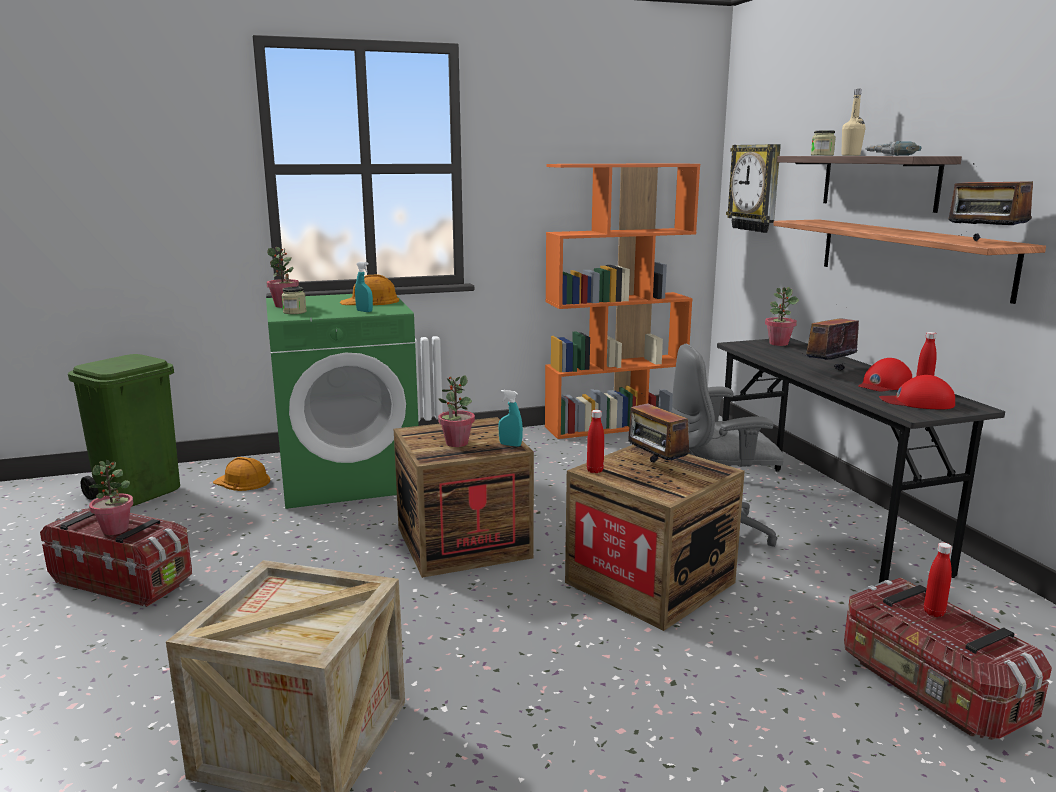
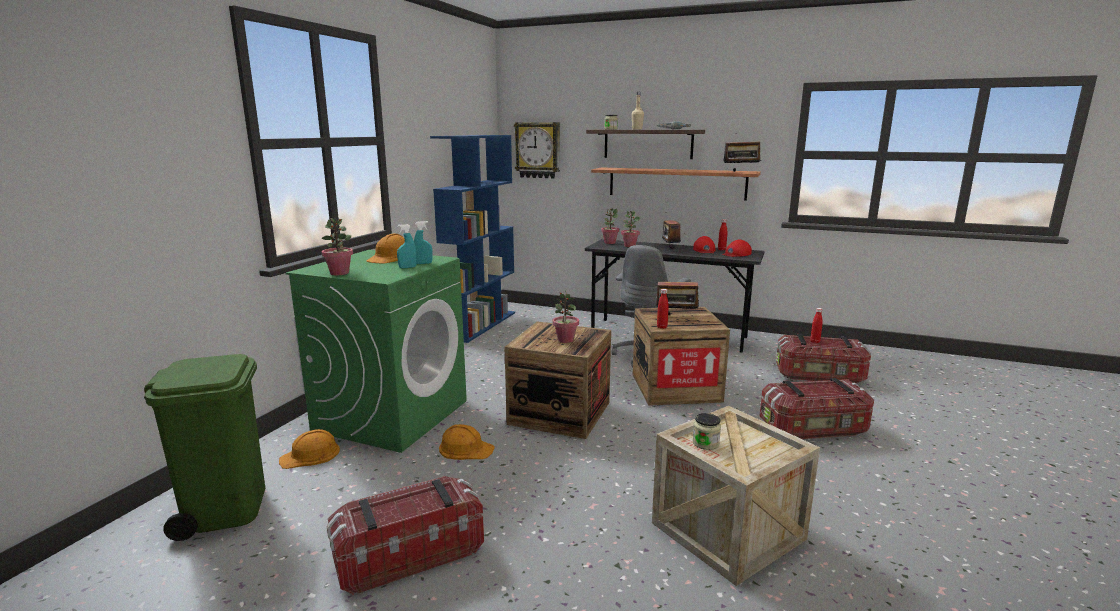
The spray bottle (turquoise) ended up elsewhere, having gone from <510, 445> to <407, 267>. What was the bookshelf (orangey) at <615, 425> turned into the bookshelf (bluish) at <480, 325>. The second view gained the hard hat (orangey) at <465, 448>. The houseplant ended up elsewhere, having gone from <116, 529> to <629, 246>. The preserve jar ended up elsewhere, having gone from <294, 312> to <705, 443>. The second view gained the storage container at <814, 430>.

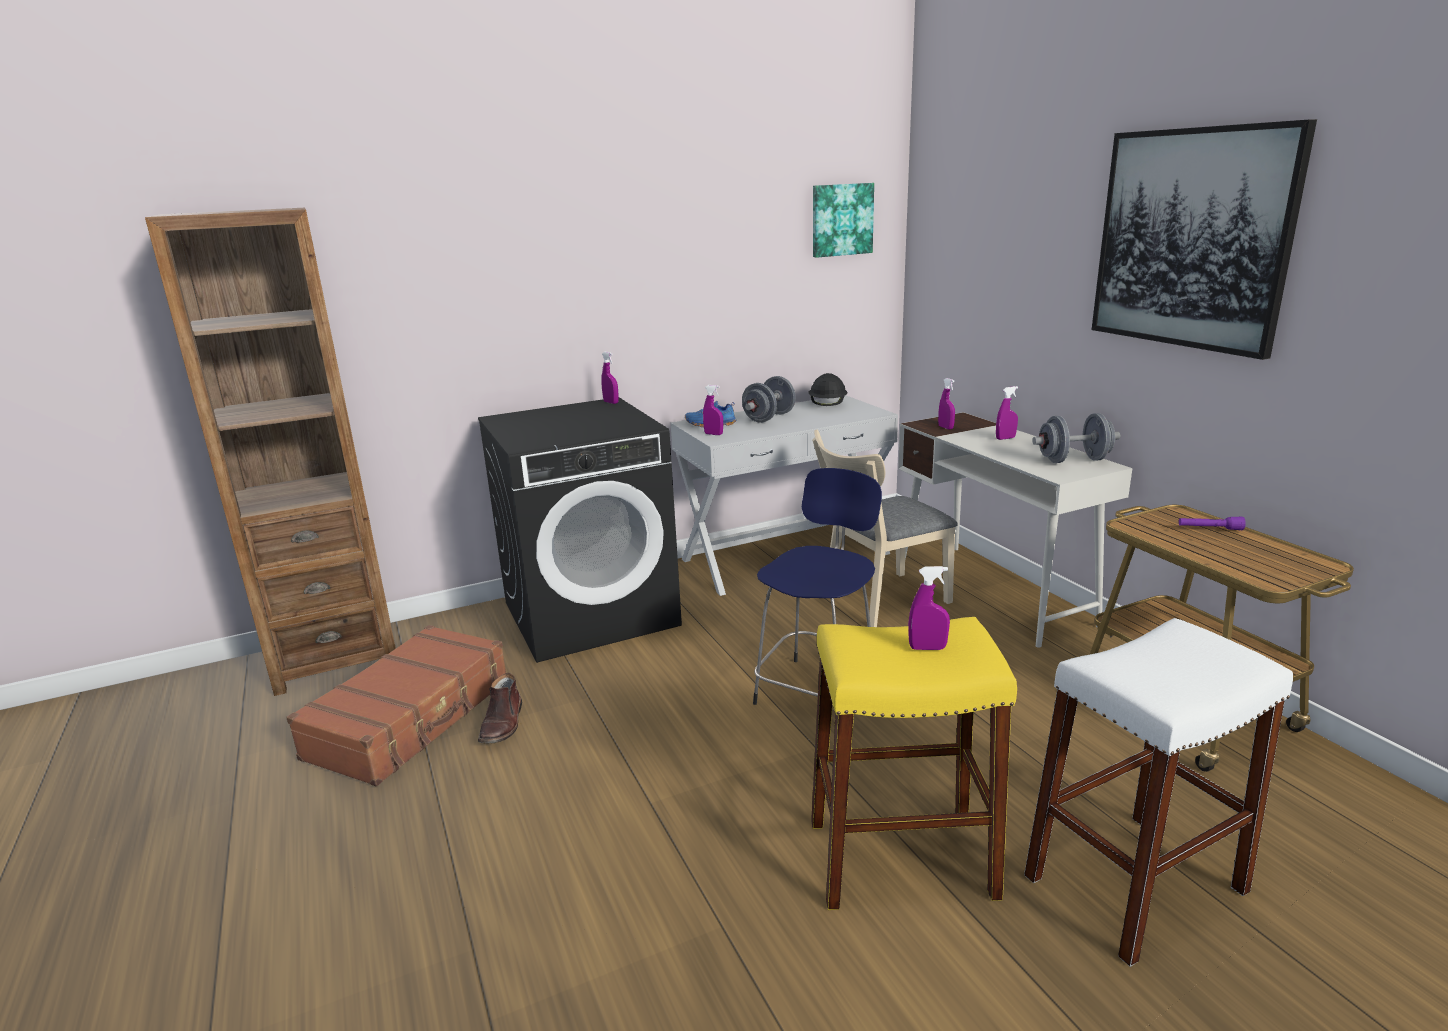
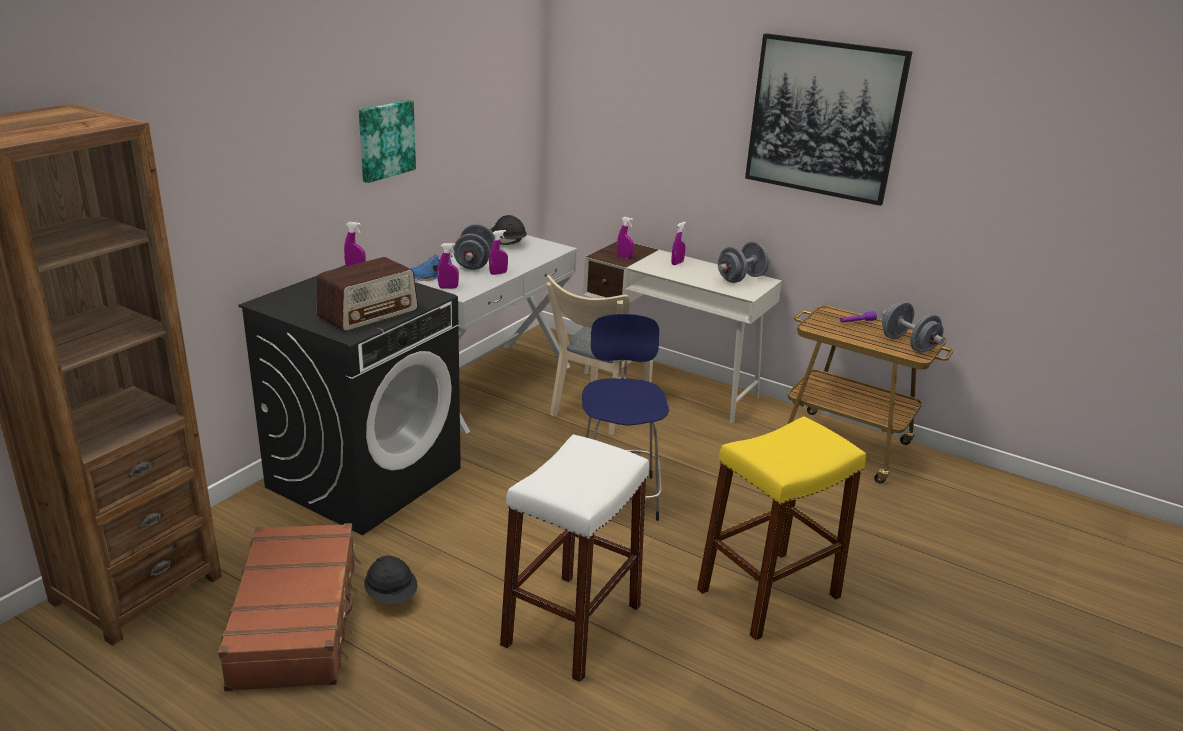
The second view gained the radio set at <369, 313>. The picture ended up elsewhere, having gone from <841, 220> to <385, 140>. Where the high-top boot (brown-coloured) stood at <503, 724>, the hard hat (blackish) came to stand at <392, 596>. The spray bottle (purplish) ended up elsewhere, having gone from <927, 648> to <498, 273>. The stool seat (white) ended up elsewhere, having gone from <1135, 883> to <572, 625>. The second view gained the hand weight (gray) at <908, 344>.

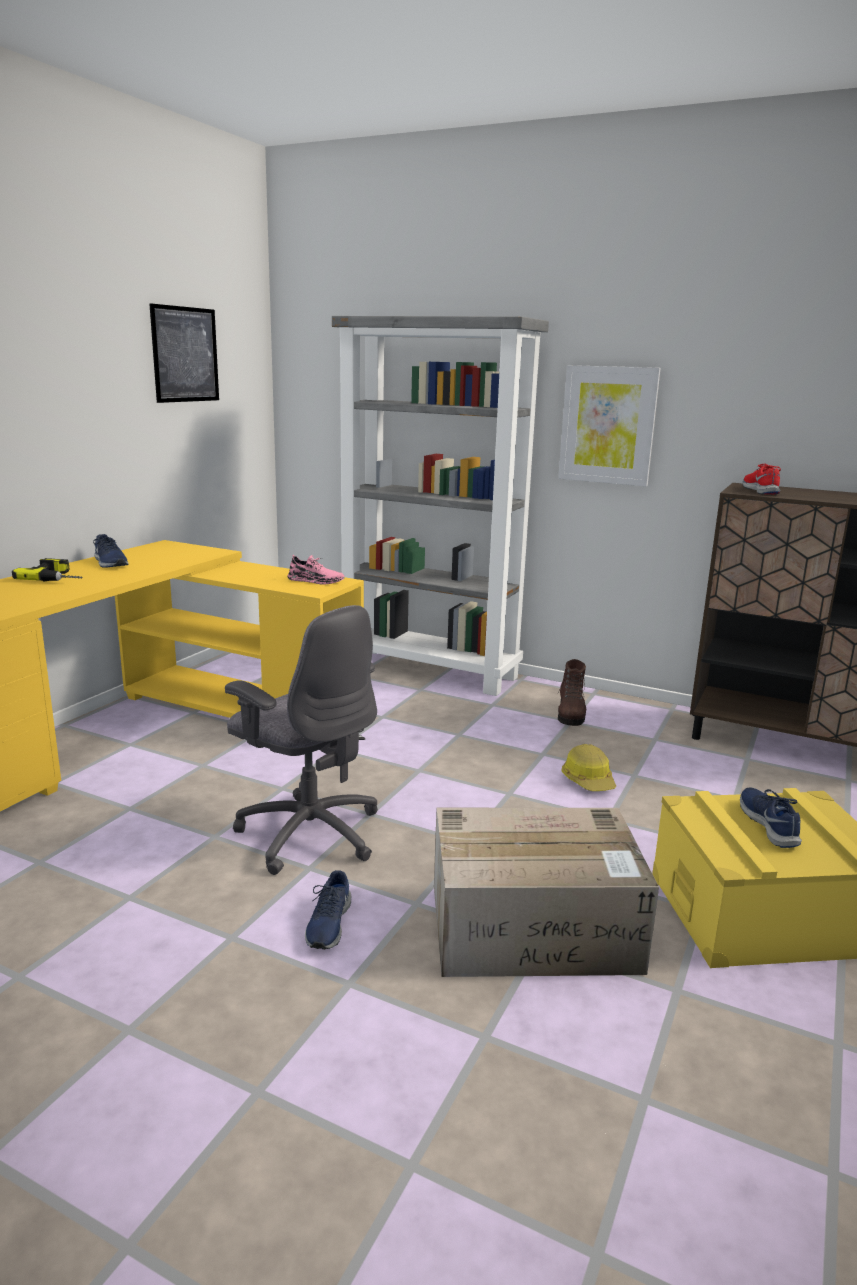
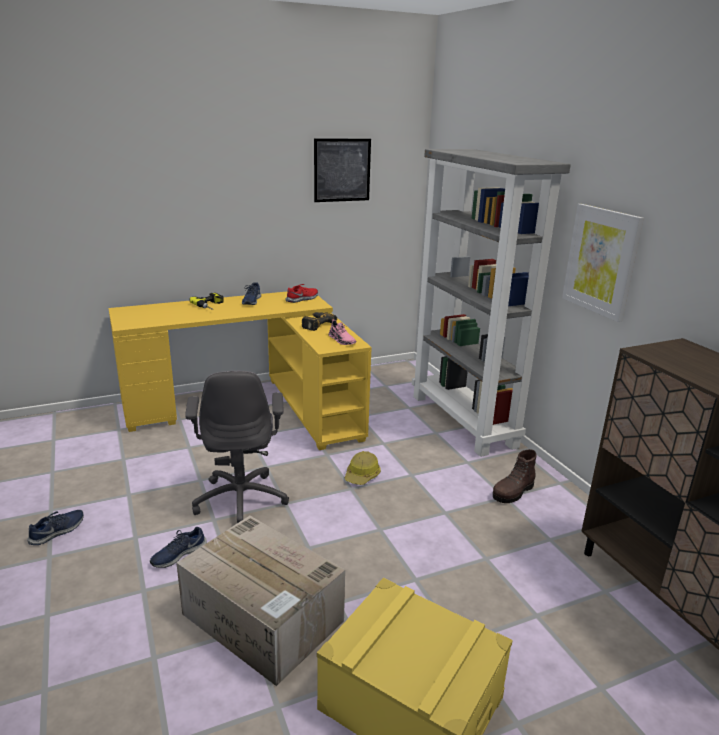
The shoe (bluish) ended up elsewhere, having gone from <769, 824> to <58, 531>. The shoe (red) ended up elsewhere, having gone from <761, 490> to <302, 299>. The second view gained the drill at <315, 324>. The hard hat ended up elsewhere, having gone from <589, 780> to <362, 475>.

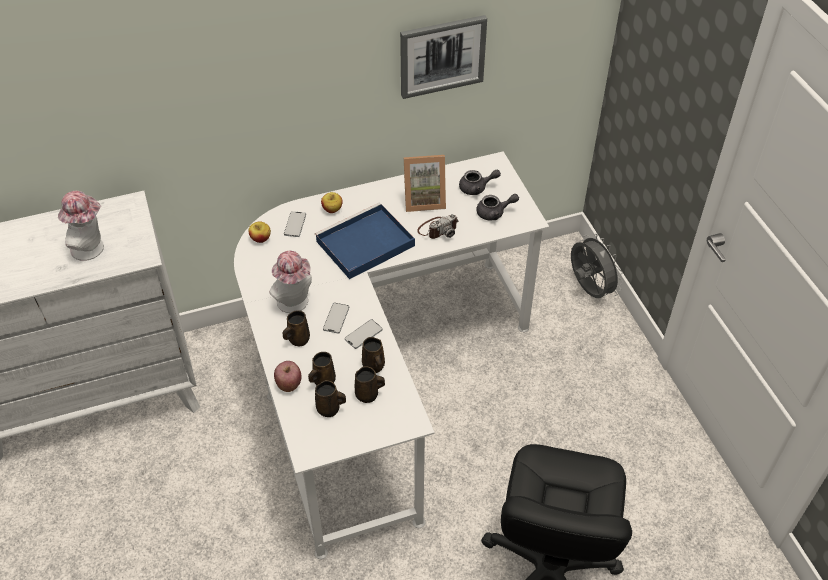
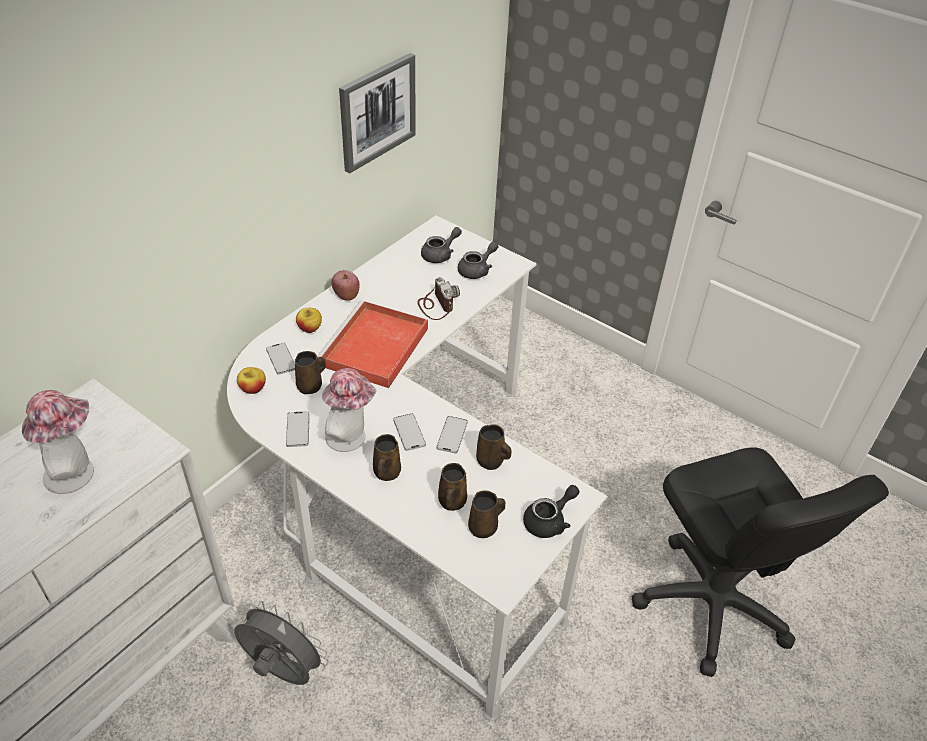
The electric fan (gray) ended up elsewhere, having gone from <588, 290> to <282, 671>. The second view gained the handset at <298, 430>. The mug (brown-coloured) ended up elsewhere, having gone from <368, 395> to <311, 386>. What was the carrying tray (bluish) at <364, 244> turned into the carrying tray (red) at <374, 349>. The apple fruit ended up elsewhere, having gone from <289, 384> to <346, 295>. The still camera at <438, 229> ended up facing another way, 45 degrees counterclockwise from before. The second view gained the pot for tea (blackish) at <549, 521>. The second view lost the picture frame at <423, 199>.

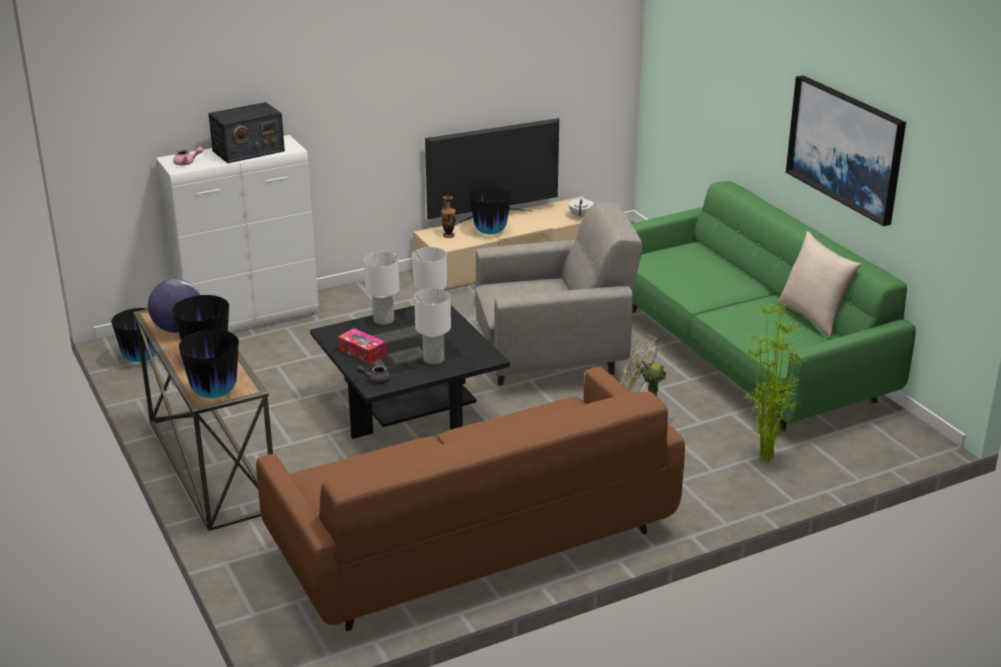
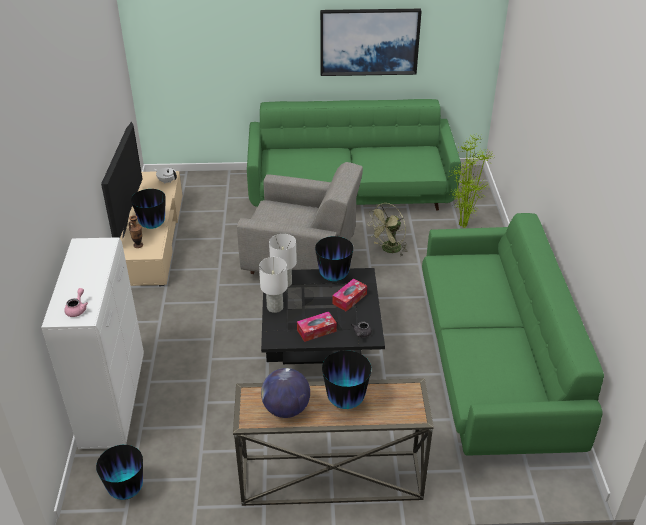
The easy chair (gray) at <554, 359> ended up facing another way, 90 degrees clockwise from before. The flower vase ended up elsewhere, having gone from <214, 394> to <334, 277>. Where the lamp for a table (white) stood at <434, 359>, the tissue box came to stand at <349, 299>. What was the sofa (brown-coloured) at <471, 540> turned into the sofa (green) at <492, 364>. The second view lost the radio set at <248, 151>. The second view lost the throw pillow (beige-coloured) at <813, 317>.

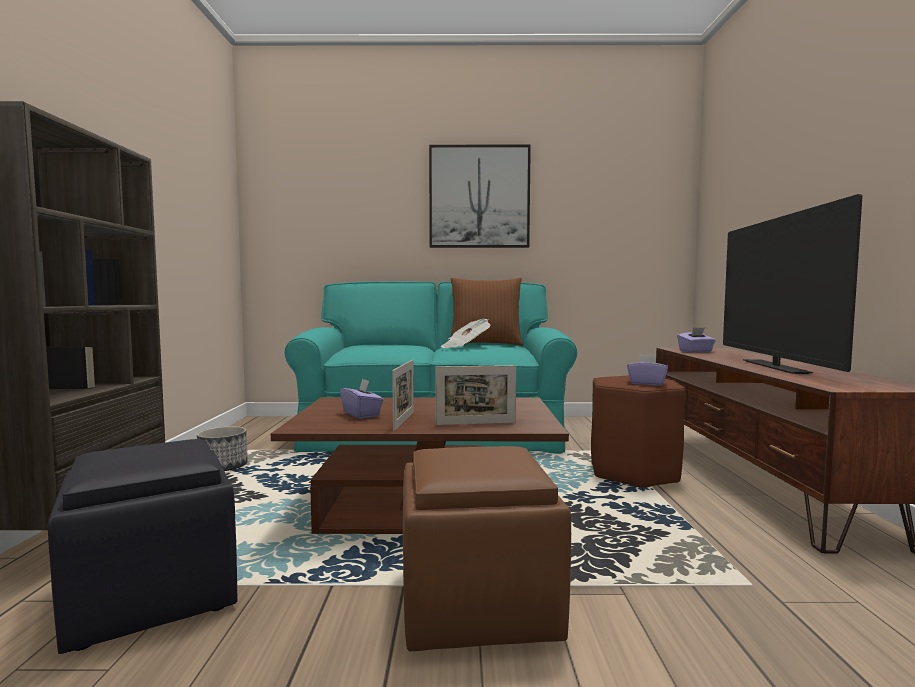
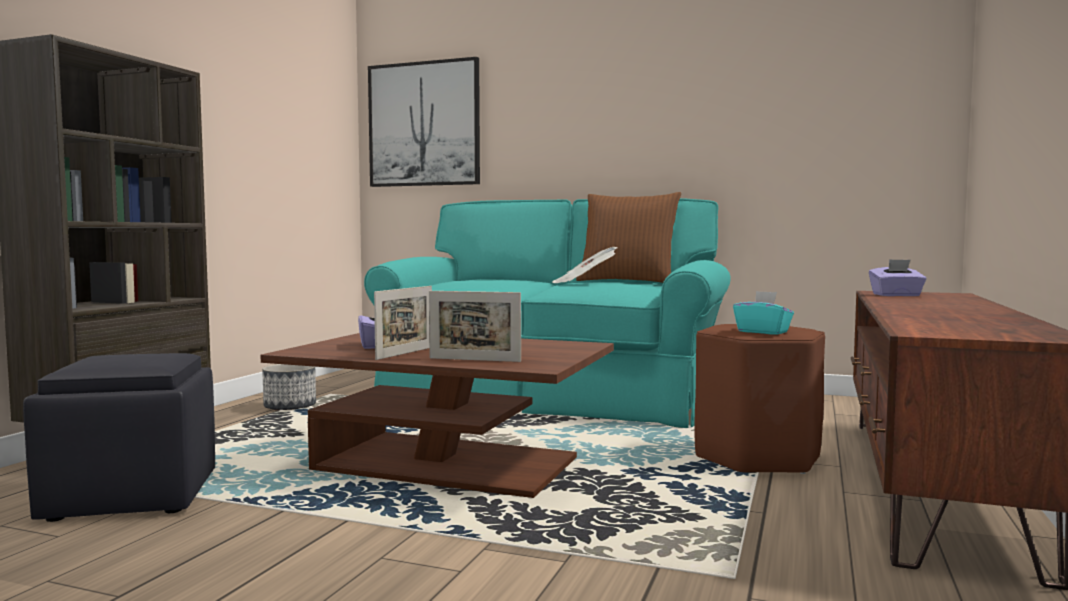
The picture ended up elsewhere, having gone from <479, 197> to <424, 124>. What was the tissue box (purplish) at <646, 383> turned into the tissue box (turquoise) at <763, 332>. The second view lost the pouffe (brown-coloured) at <476, 606>. The second view lost the TV at <774, 367>.

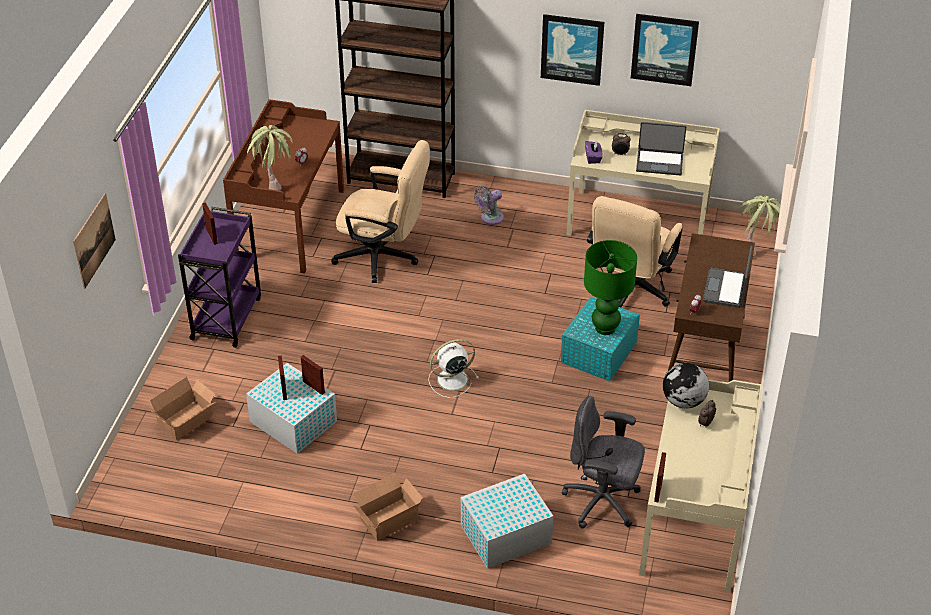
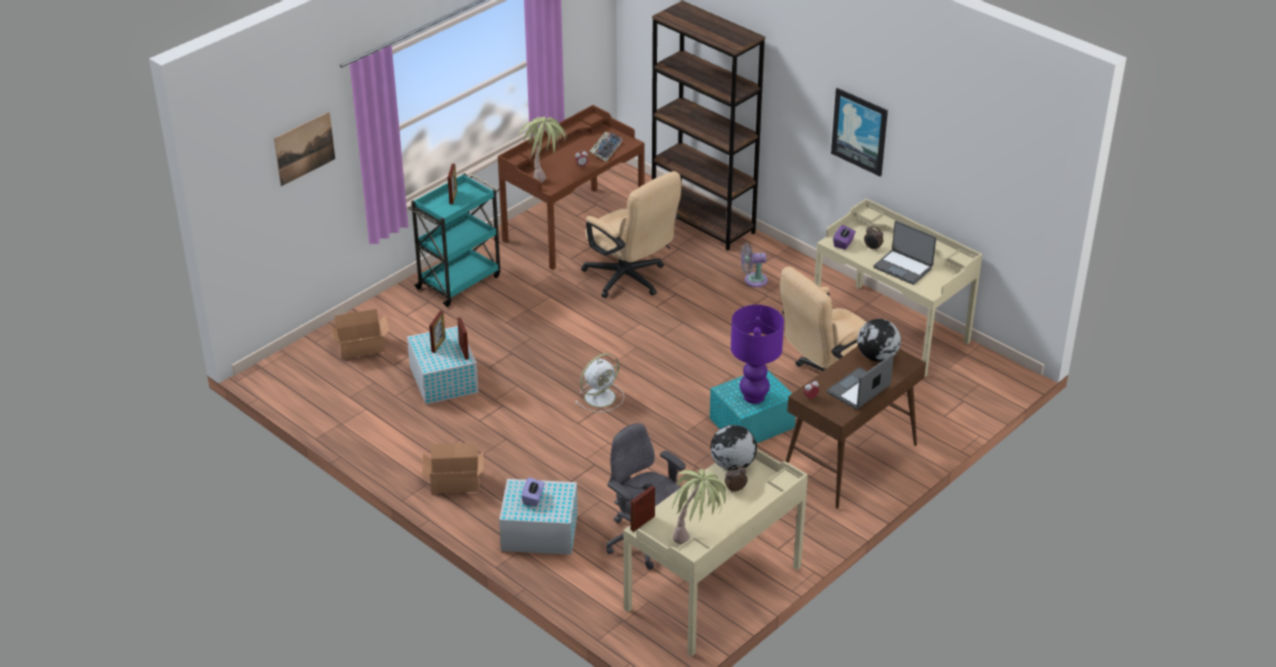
What was the wheeled cart (purplish) at <227, 317> turned into the wheeled cart (turquoise) at <460, 281>. The second view gained the tissue box (purplish) at <533, 498>. The electric fan (white) at <451, 380> ended up facing another way, 135 degrees clockwise from before. The second view gained the PC keyboard at <606, 149>. The houseplant ended up elsewhere, having gone from <756, 248> to <698, 535>. What was the lamp for a table (green) at <605, 328> turned into the lamp for a table (purplish) at <754, 397>. The second view gained the globe at <877, 357>. The second view lost the picture at <664, 49>.

